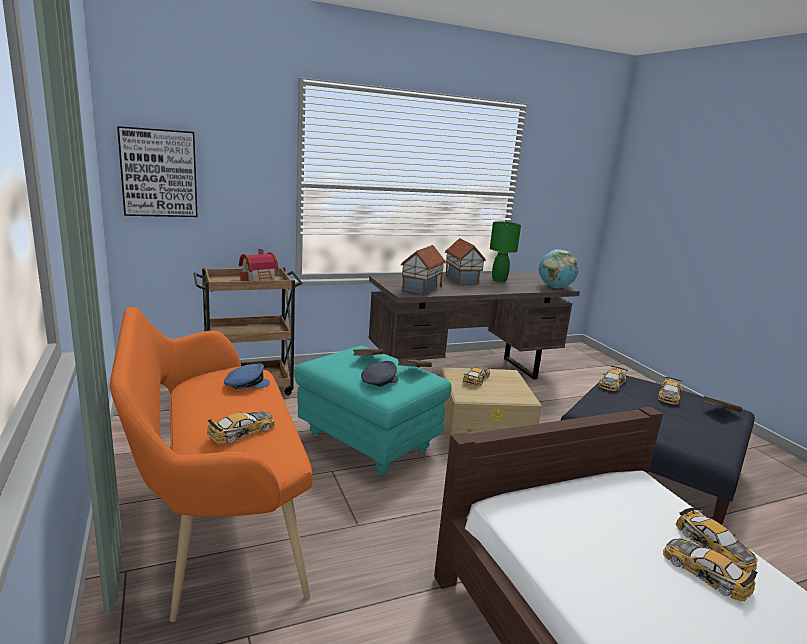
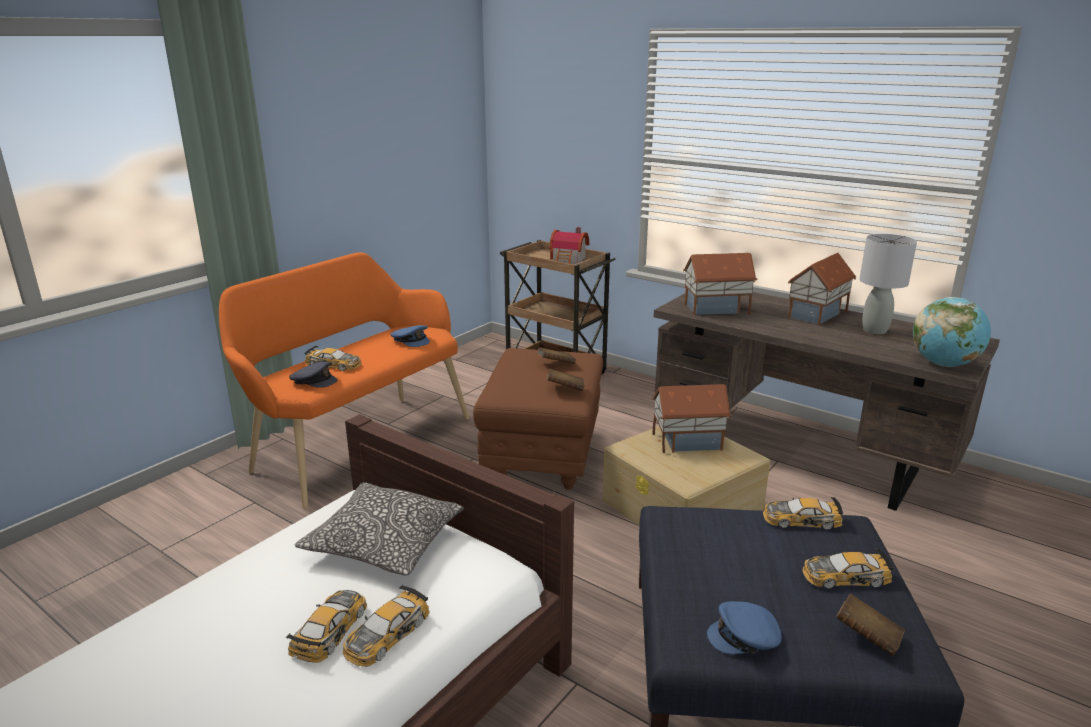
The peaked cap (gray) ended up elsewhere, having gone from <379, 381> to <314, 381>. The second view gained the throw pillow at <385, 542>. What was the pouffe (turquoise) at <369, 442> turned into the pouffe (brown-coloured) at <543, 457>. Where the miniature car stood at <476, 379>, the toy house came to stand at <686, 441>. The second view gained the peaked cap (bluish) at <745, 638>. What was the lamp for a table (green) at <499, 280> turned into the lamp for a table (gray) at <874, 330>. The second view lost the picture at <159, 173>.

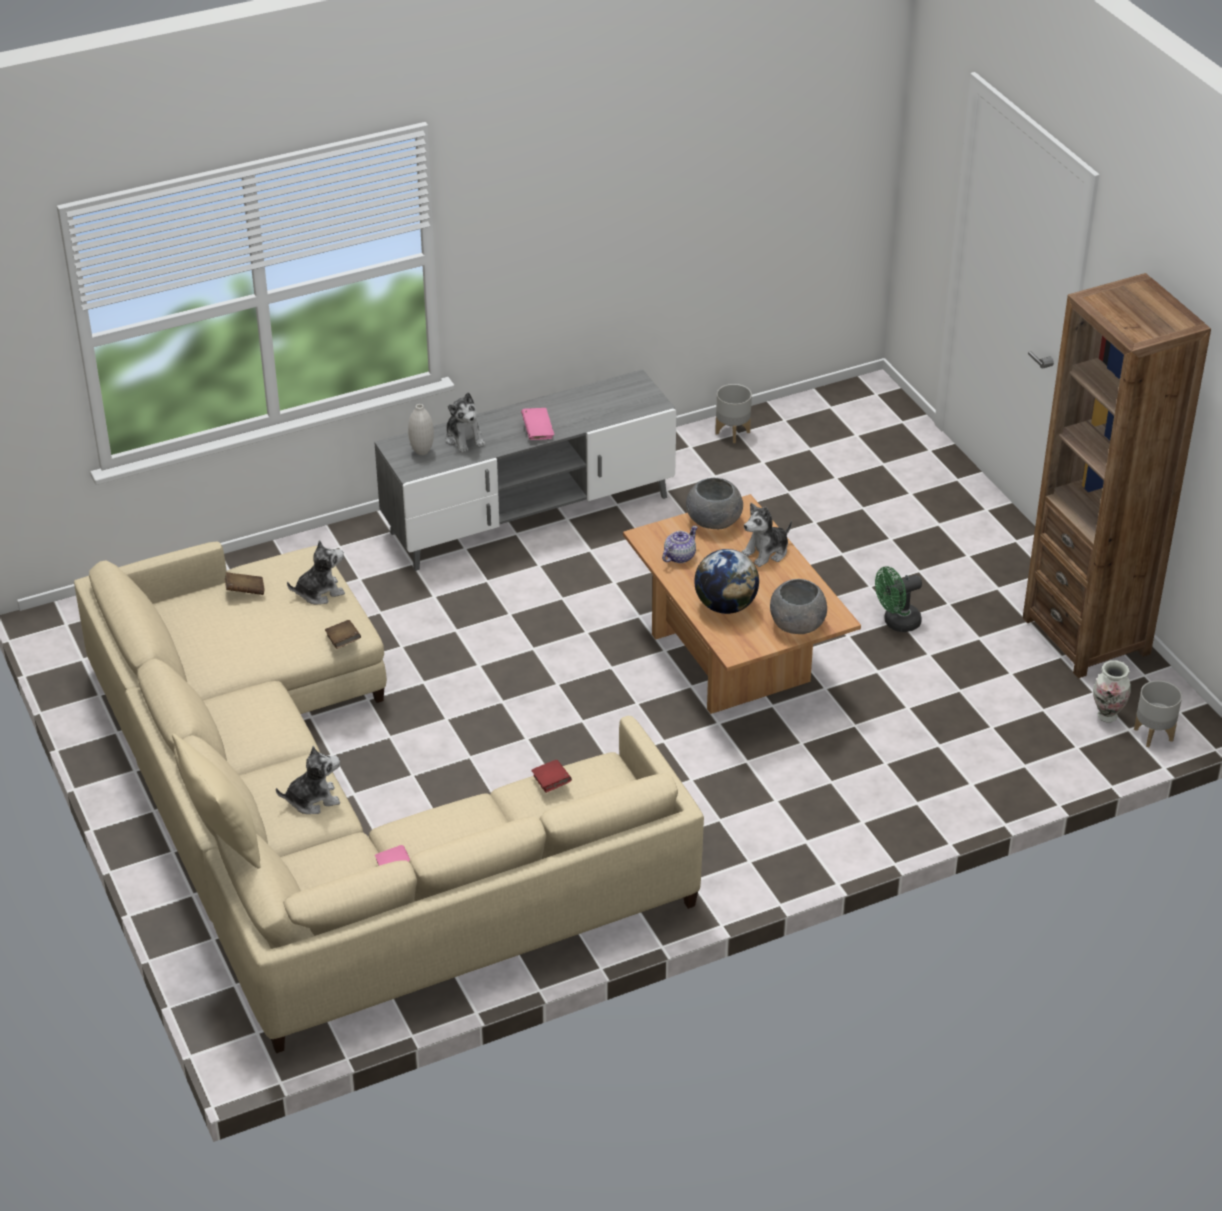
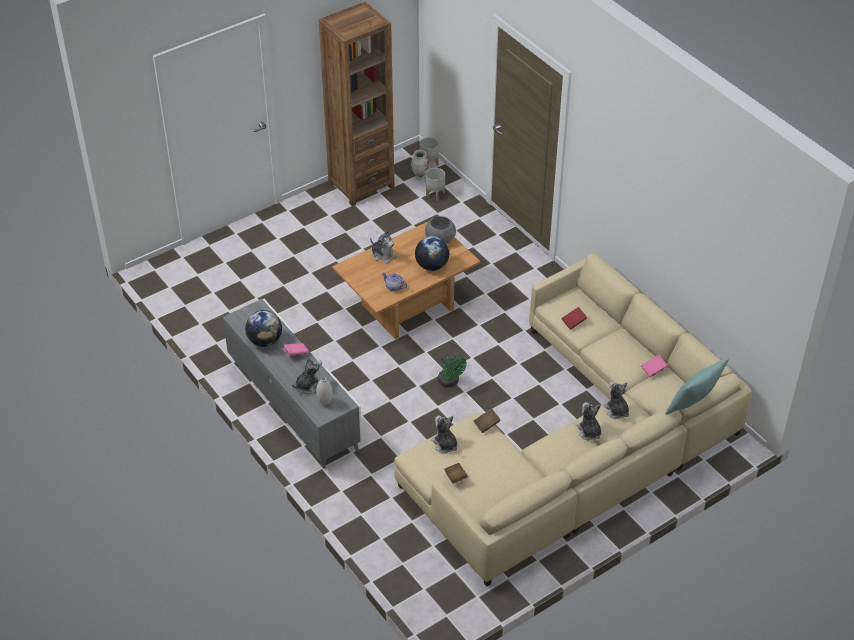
The second view gained the globe at <265, 341>. The plant pot (gray) ended up elsewhere, having gone from <733, 433> to <435, 194>. The electric fan (green) ended up elsewhere, having gone from <896, 623> to <450, 382>. The second view gained the cuddly toy at <589, 432>. What was the throw pillow (beige-coloured) at <223, 838> turned into the throw pillow (turquoise) at <693, 406>. The second view lost the deep dish (gray) at <714, 521>.

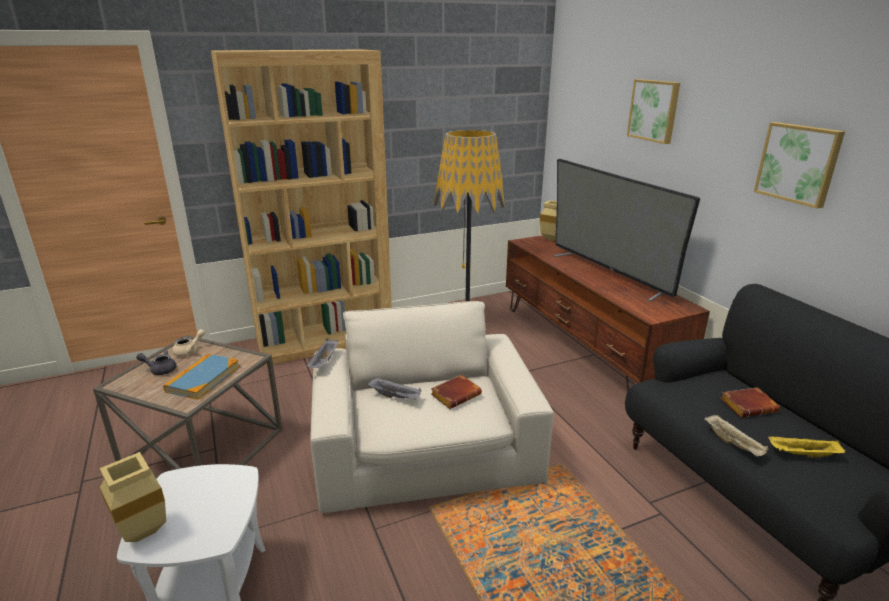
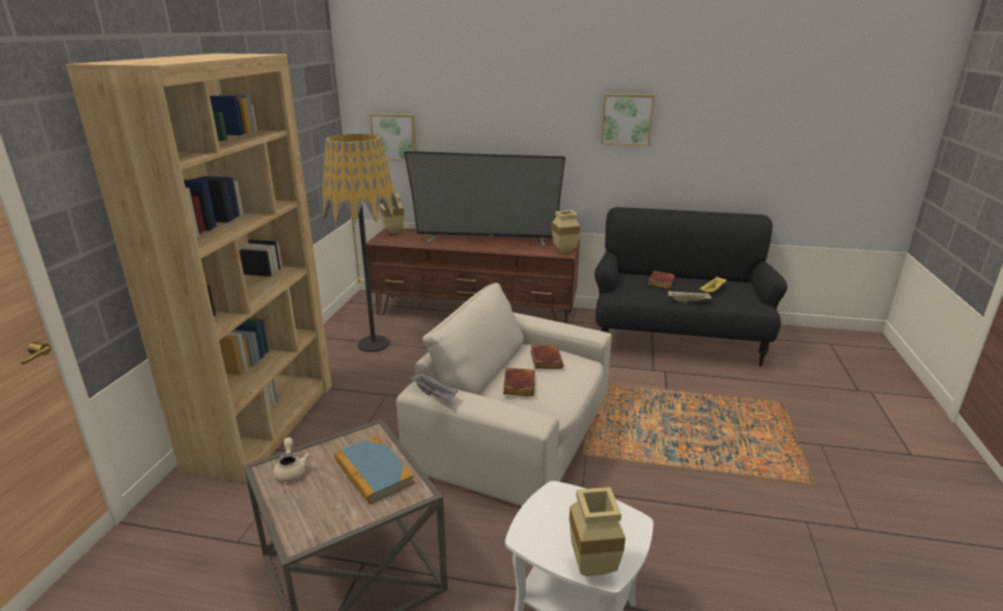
The picture ended up elsewhere, having gone from <654, 110> to <394, 137>. Where the carrying tray (gray) stood at <395, 397>, the book (brown-coloured) came to stand at <517, 385>. The second view gained the flower vase (beige-coloured) at <563, 252>. The second view lost the pot for tea (gray) at <160, 370>.

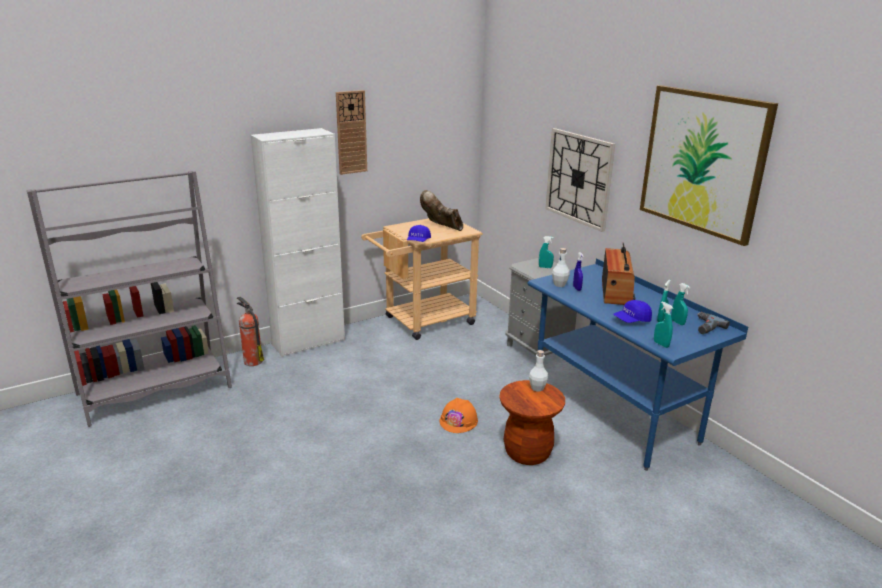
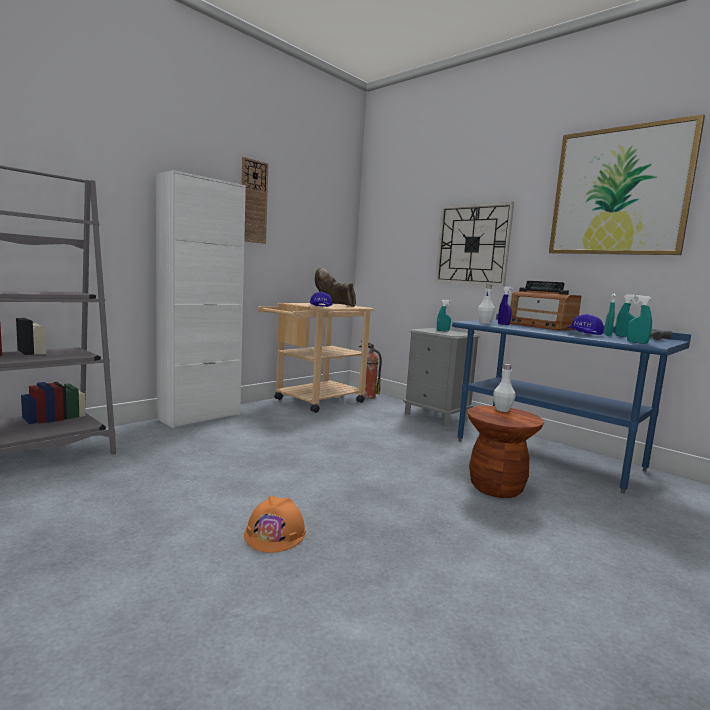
The hard hat (orangey) ended up elsewhere, having gone from <458, 421> to <275, 534>. The extinguisher ended up elsewhere, having gone from <252, 361> to <367, 396>. The radio set at <616, 292> ended up facing another way, 150 degrees clockwise from before.

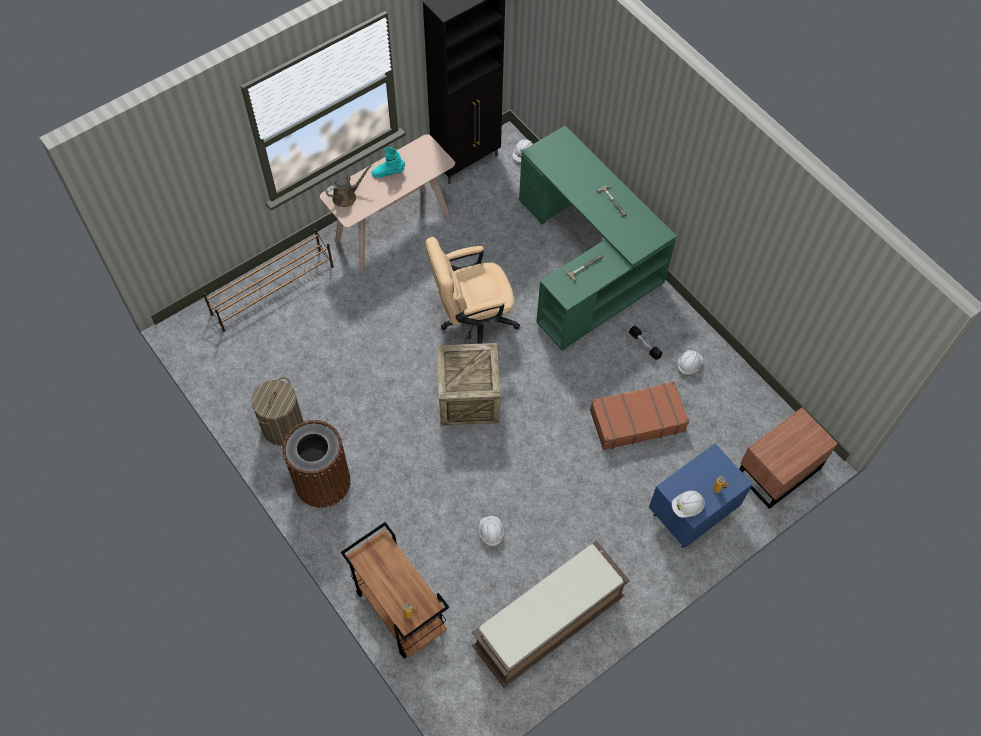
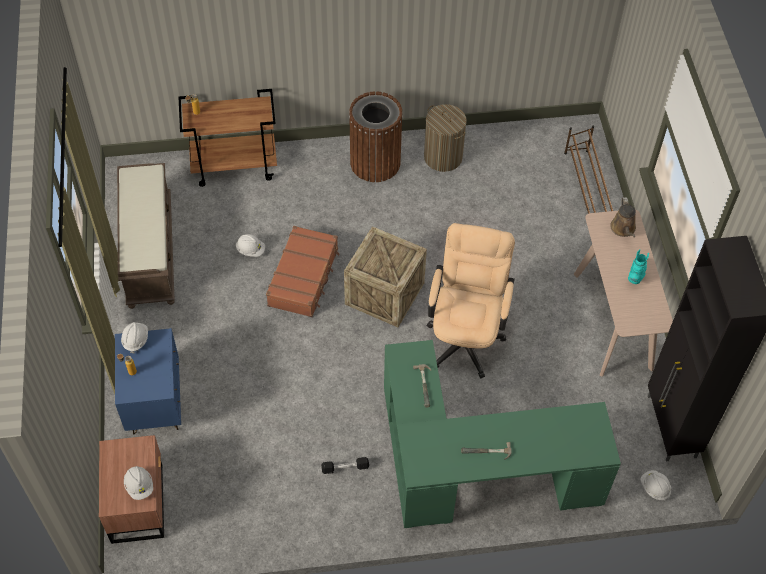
The hard hat (white) ended up elsewhere, having gone from <688, 365> to <139, 486>. The suitcase (brown-coloured) ended up elsewhere, having gone from <636, 420> to <304, 277>.

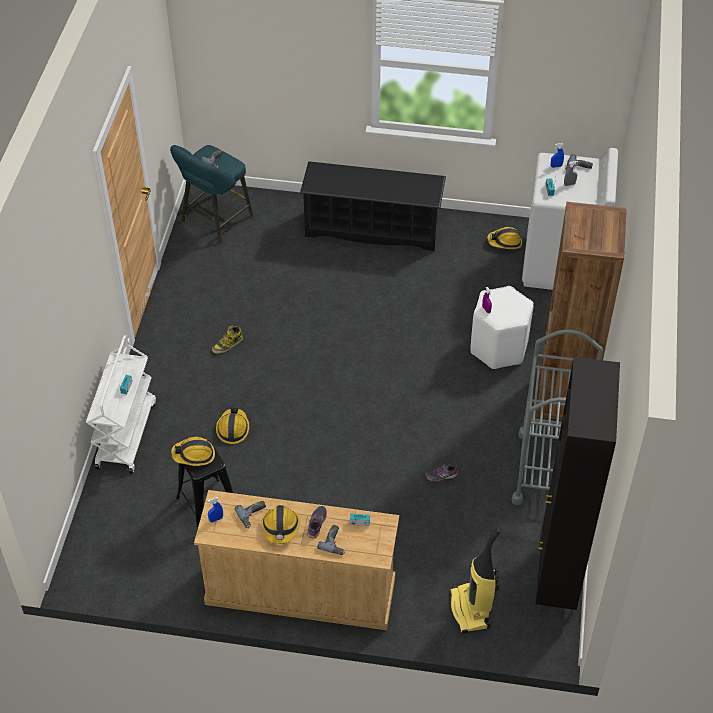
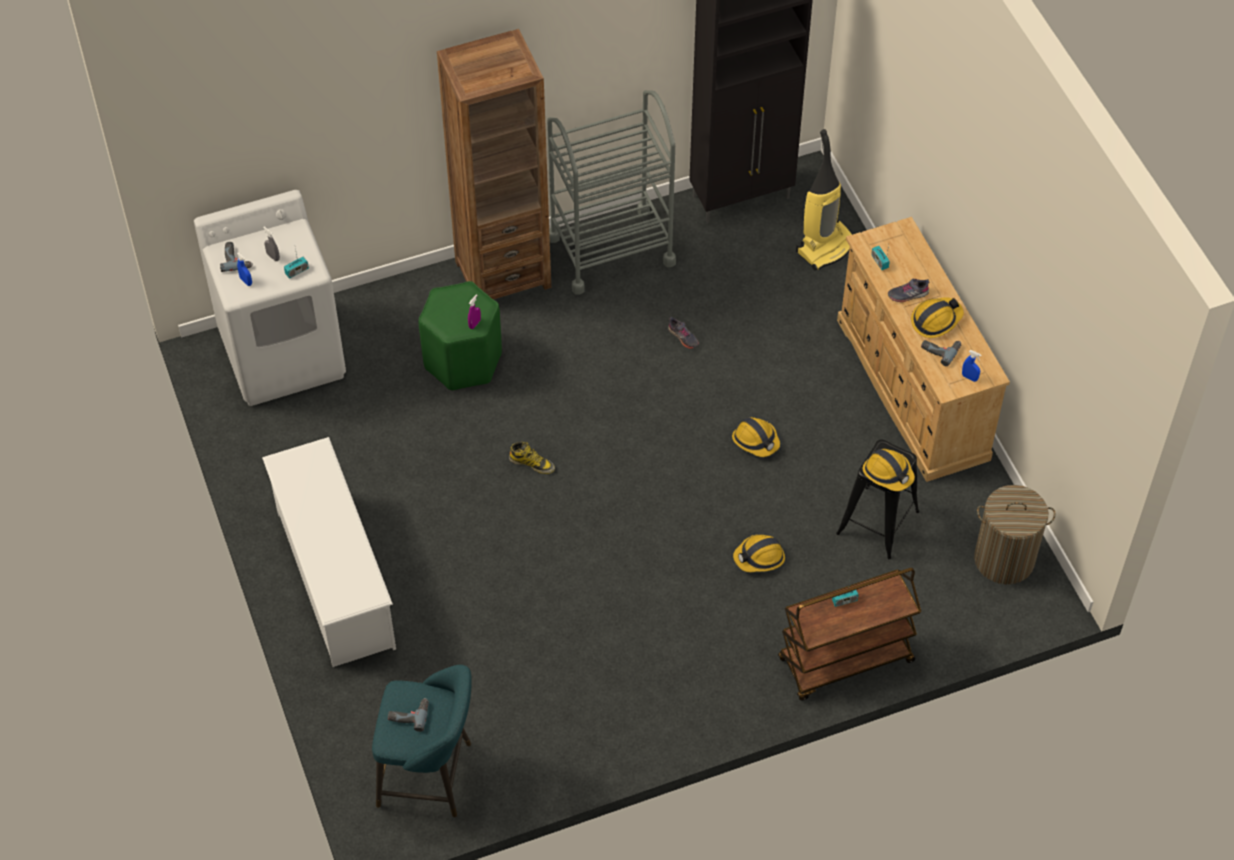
What was the shoe rack (blackish) at <372, 229> turned into the shoe rack (white) at <335, 579>. What was the stool seat (white) at <499, 348> turned into the stool seat (green) at <463, 360>. The high-top boot ended up elsewhere, having gone from <227, 345> to <532, 463>. The hard hat ended up elsewhere, having gone from <505, 242> to <756, 440>. What was the wheeled cart (white) at <126, 434> turned into the wheeled cart (brown-coloured) at <845, 661>. The second view gained the hamper at <1004, 559>. The second view lost the drill at <335, 542>.

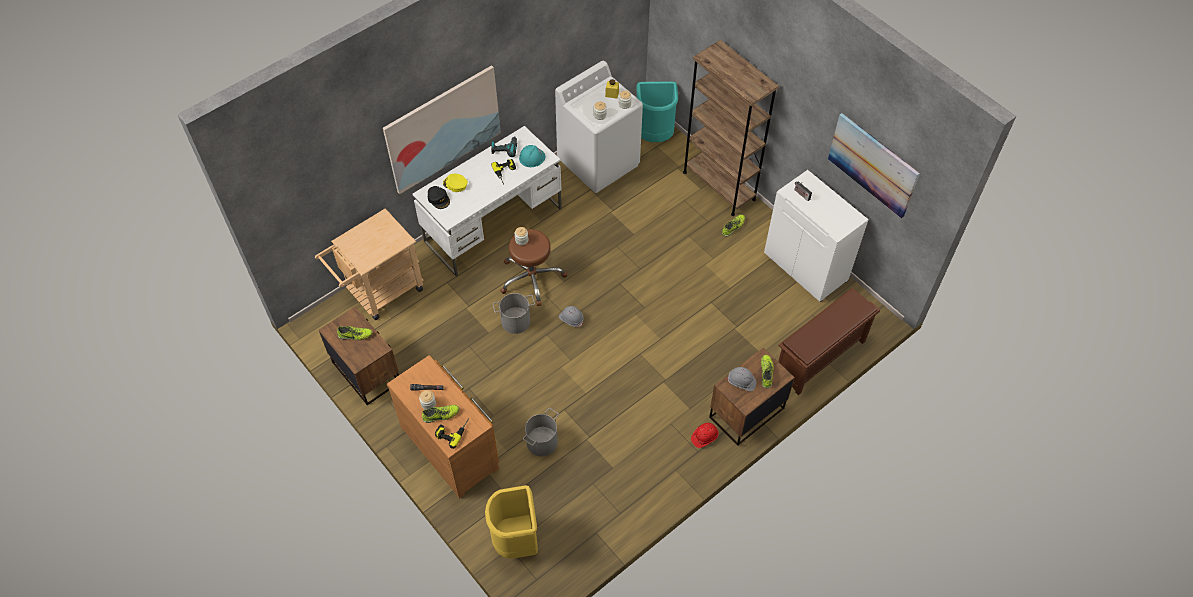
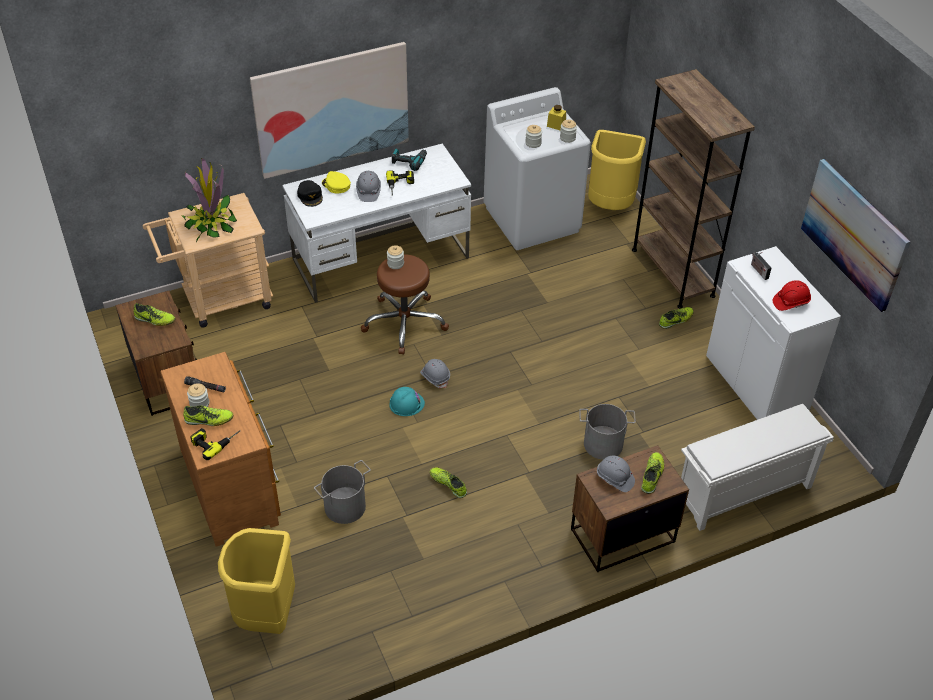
The second view gained the houseplant at <211, 223>. The second view gained the hard hat (gray) at <368, 192>. The hard hat (turquoise) ended up elsewhere, having gone from <532, 157> to <406, 403>. The second view gained the shoe at <448, 484>. The water bucket (gray) ended up elsewhere, having gone from <515, 321> to <603, 443>. What was the waste bin (turquoise) at <654, 136> turned into the waste bin (yellowish) at <610, 206>. What was the shoe rack (brown-coloured) at <820, 358> turned into the shoe rack (white) at <743, 493>. The hard hat (red) ended up elsewhere, having gone from <704, 437> to <790, 302>.

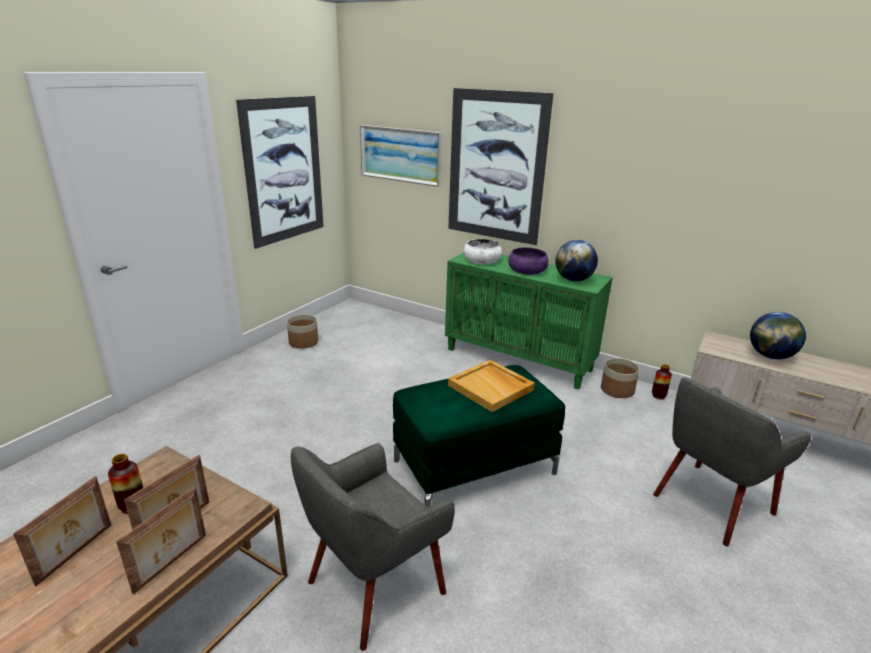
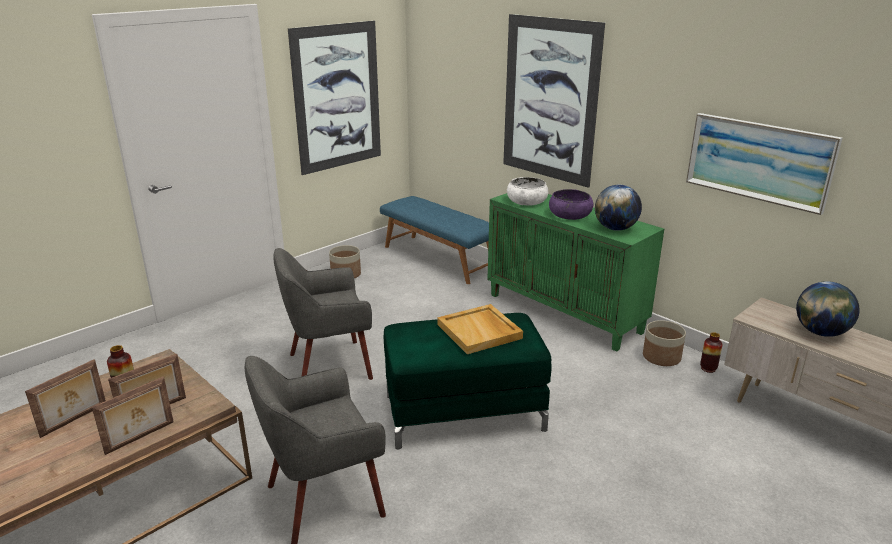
The easy chair (gray) ended up elsewhere, having gone from <710, 503> to <328, 365>. The second view gained the long seat (bluish) at <439, 258>. The picture ended up elsewhere, having gone from <400, 154> to <758, 161>.

